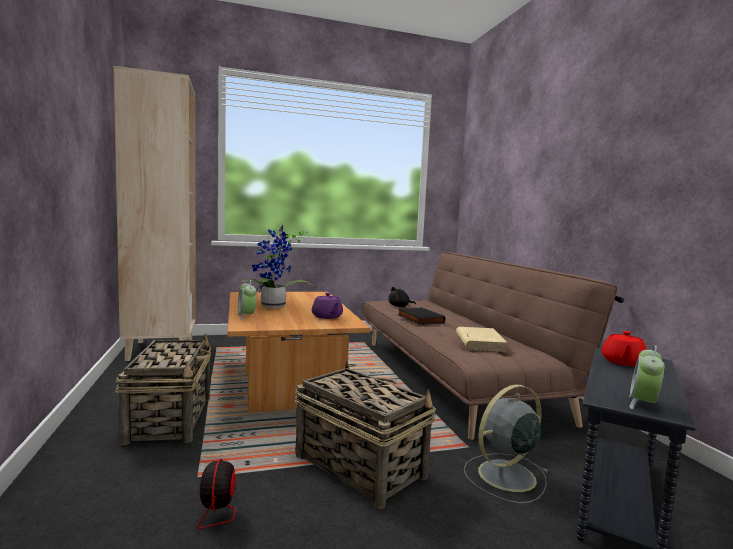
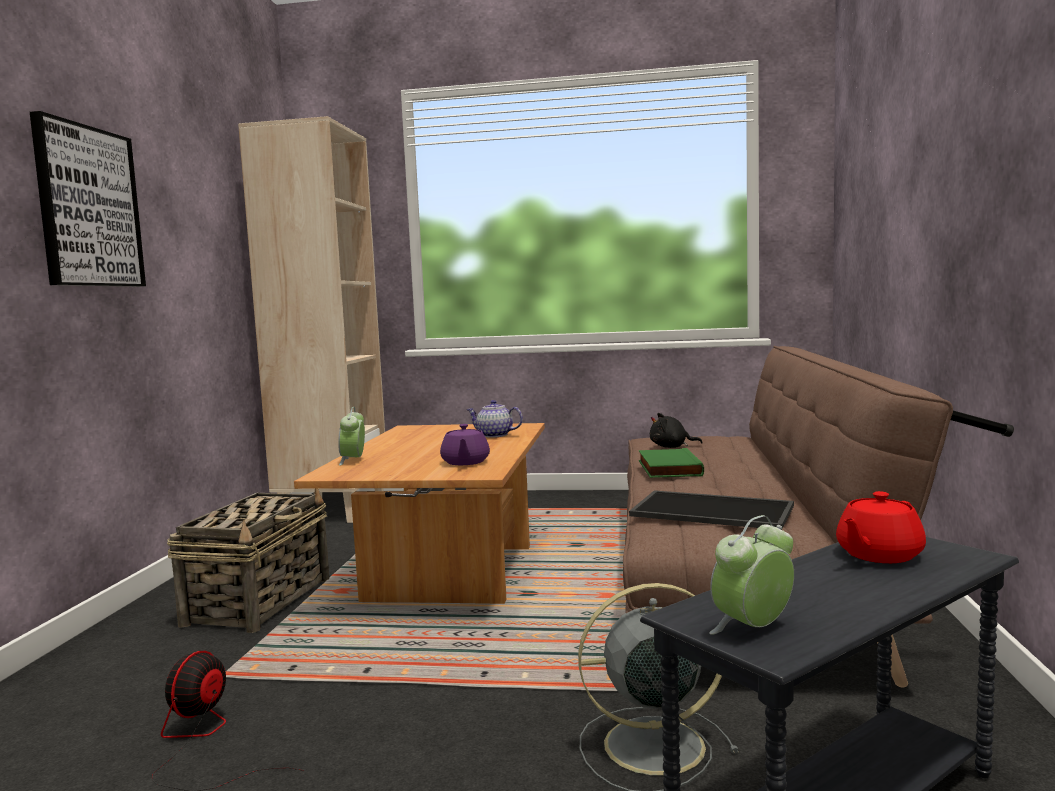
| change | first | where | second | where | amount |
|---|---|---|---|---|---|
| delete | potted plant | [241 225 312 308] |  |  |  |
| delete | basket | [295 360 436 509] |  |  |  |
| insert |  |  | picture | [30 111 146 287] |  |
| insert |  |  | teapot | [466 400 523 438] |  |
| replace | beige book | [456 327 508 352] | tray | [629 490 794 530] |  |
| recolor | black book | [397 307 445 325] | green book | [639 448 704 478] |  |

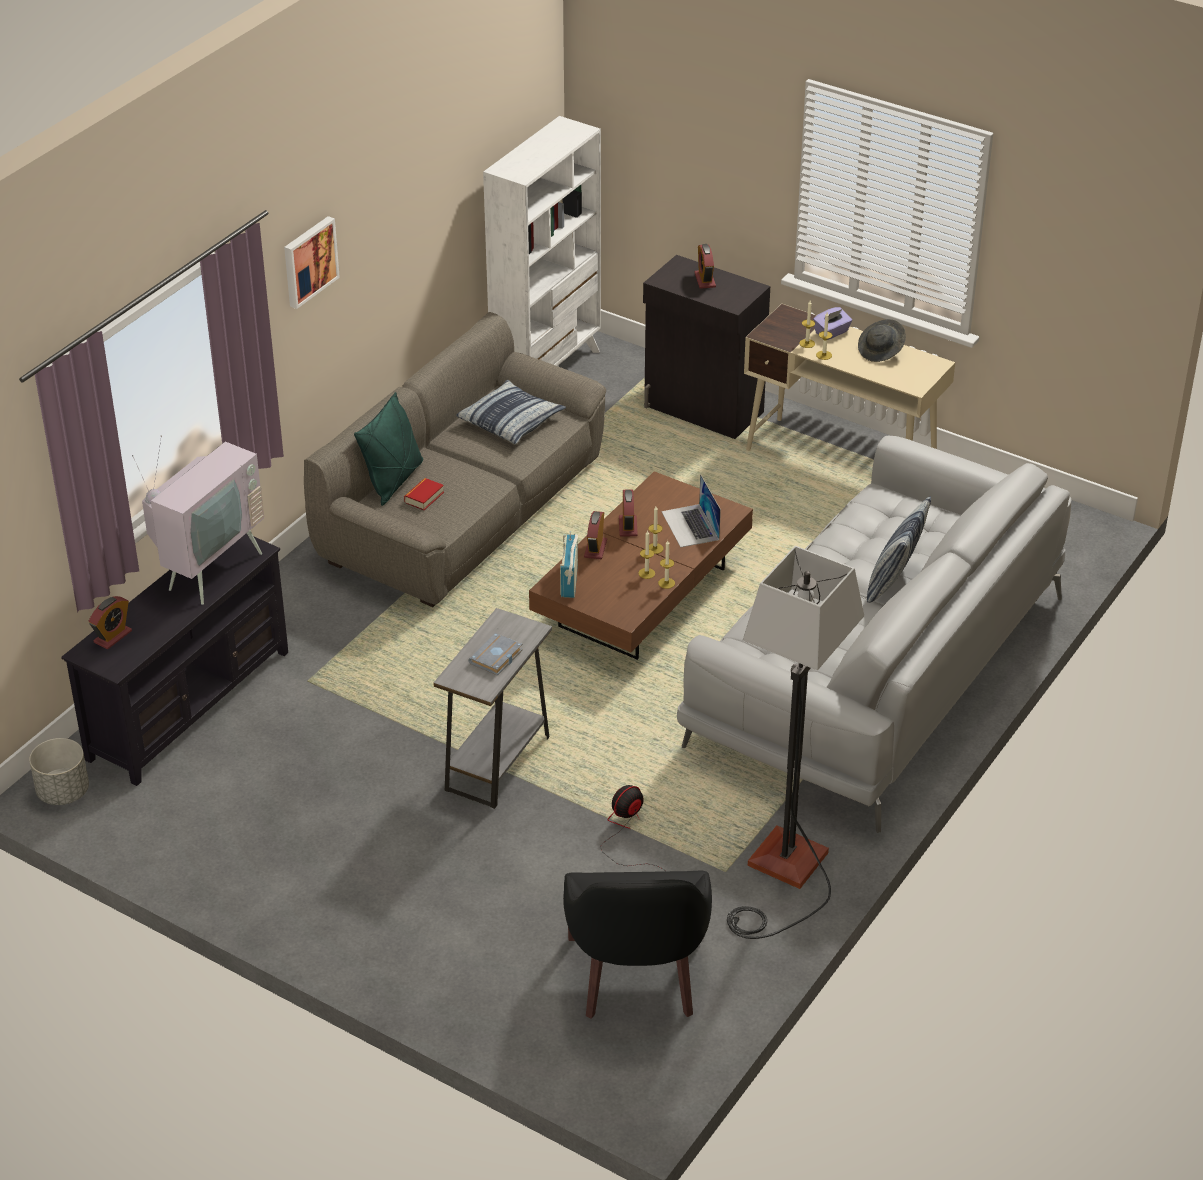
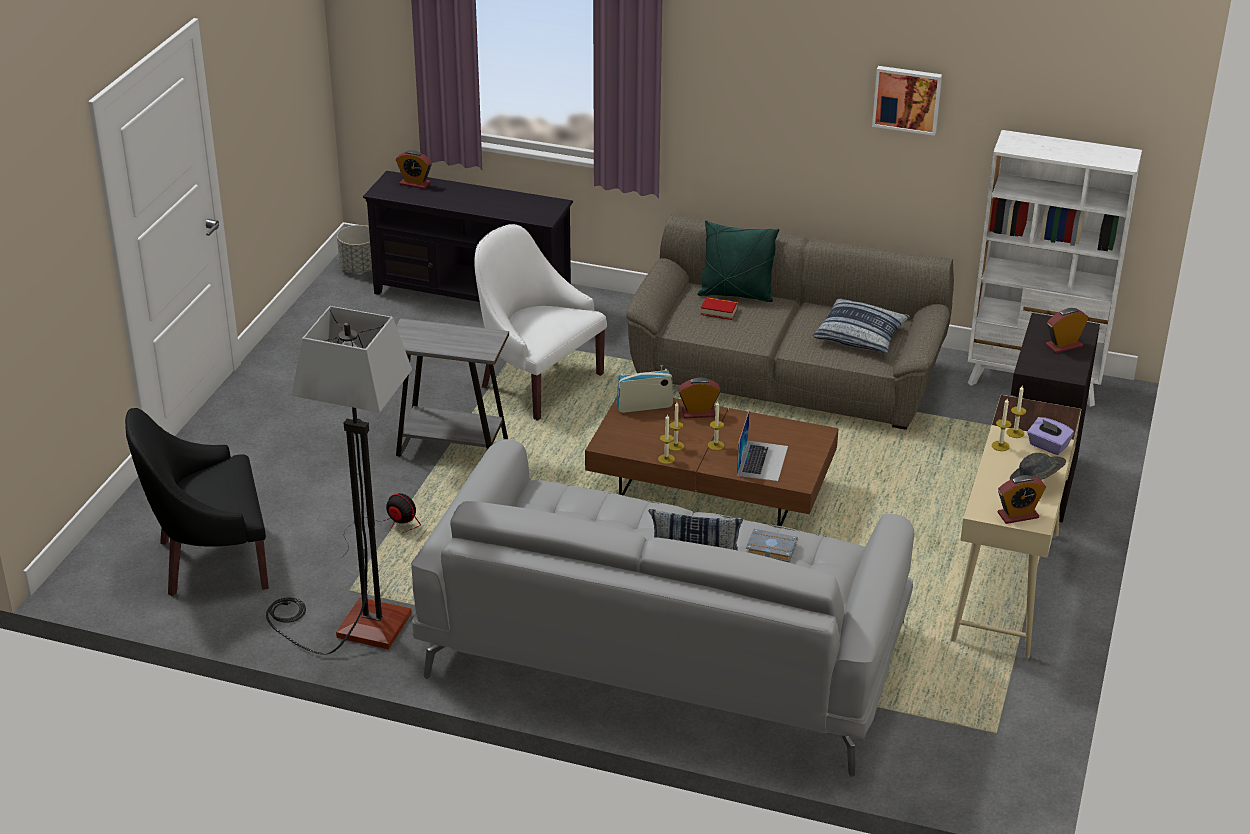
| change | first | where | second | where | amount |
|---|---|---|---|---|---|
| delete | television | [132 435 264 605] |  |  |  |
| insert |  |  | white armchair | [474 224 607 421] |  |
| move | picture | [284 216 340 309] |  | [872 66 942 136] |  |
| move | grey book | [468 633 523 676] |  | [746 529 798 562] |  |
| move | alarm clock | [619 490 638 537] |  | [998 475 1046 524] |  |
| rotate | laptop | [661 474 721 547] |  | [737 409 788 482] | 135 degrees clockwise |

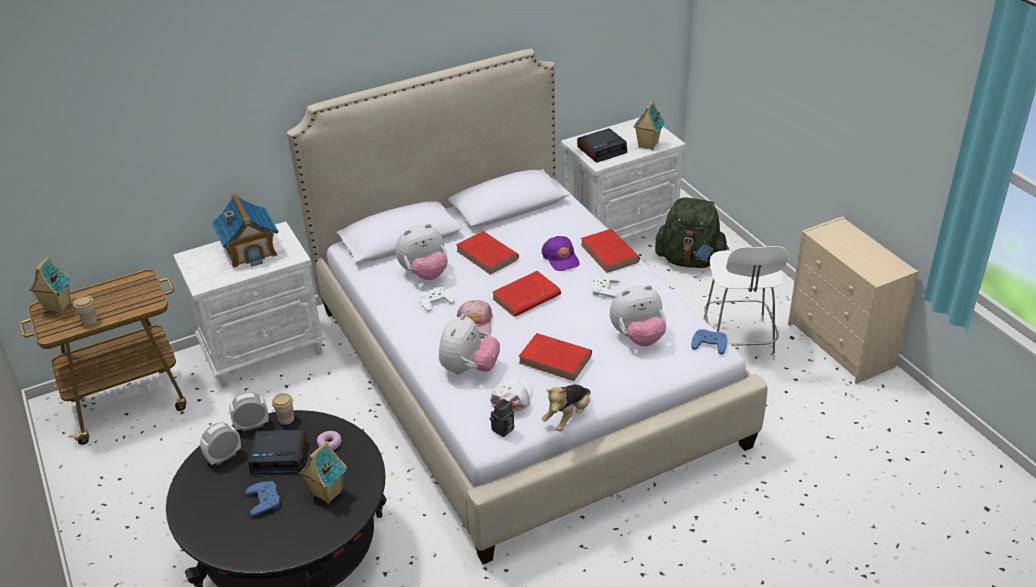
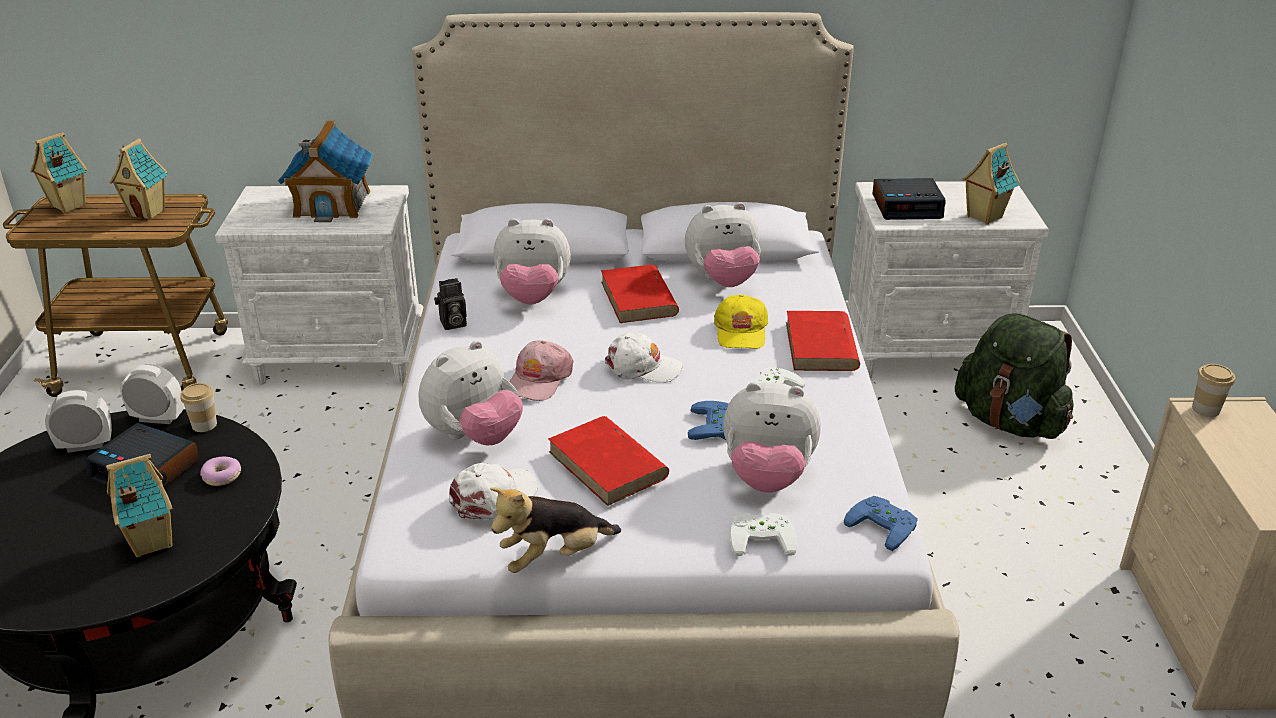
| change | first | where | second | where | amount |
|---|---|---|---|---|---|
| delete | white chair | [704 246 788 360] |  |  |  |
| insert |  |  | toy house | [109 138 168 220] |  |
| insert |  |  | plush toy | [685 202 761 287] |  |
| move | cup | [73 295 97 325] |  | [1192 364 1235 417] |  |
| move | blue game controller | [246 481 280 517] |  | [688 401 729 440] |  |
| move | white game controller | [419 287 455 312] |  | [730 513 797 556] |  |
| move | photo camera | [490 399 514 437] |  | [434 278 467 330] |  |
| replace | red book | [492 271 561 317] | white cap | [605 333 683 383] |  |
| recolor | purple cap | [542 236 580 271] | yellow cap | [714 294 768 349] |  |

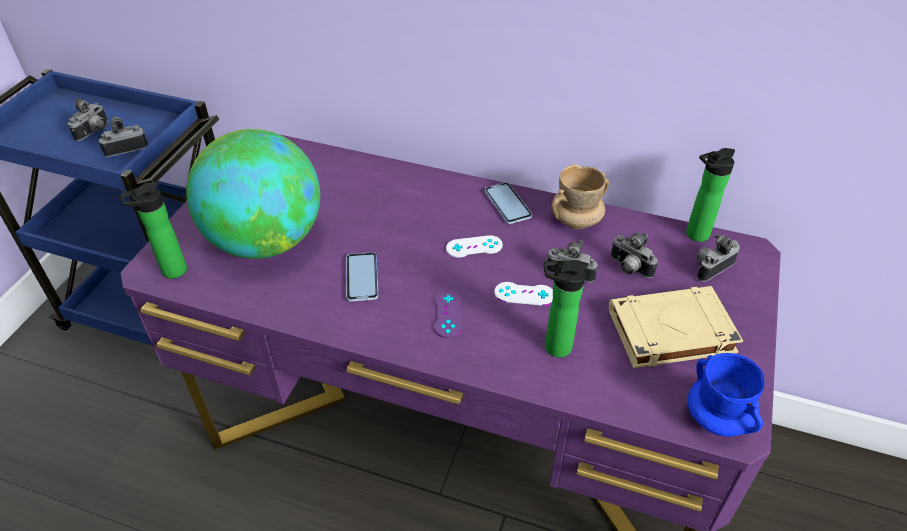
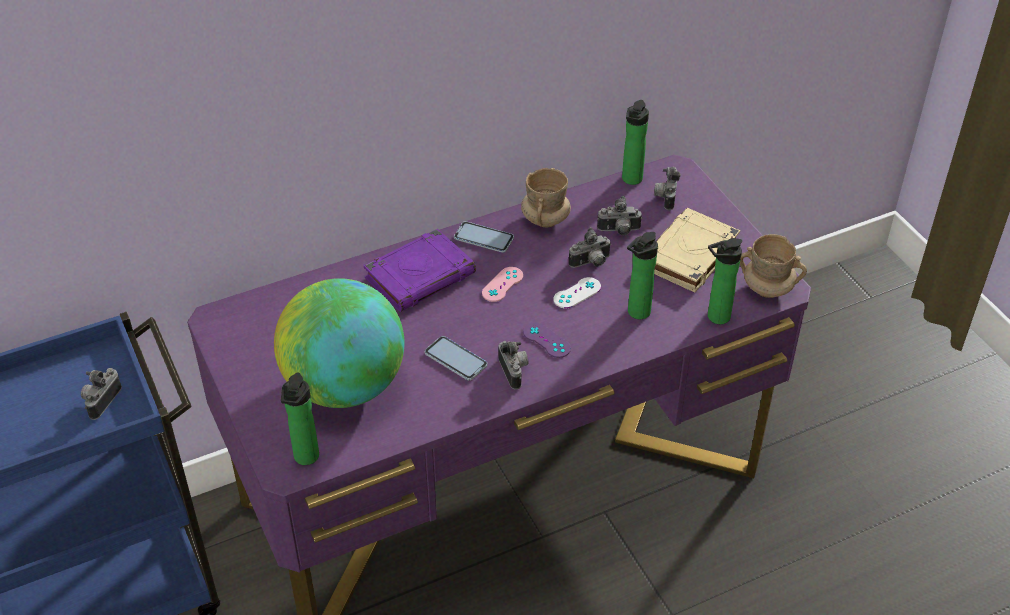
| change | first | where | second | where | amount |
|---|---|---|---|---|---|
| insert |  |  | purple book | [364 229 476 312] |  |
| insert |  |  | bottle | [708 238 742 324] |  |
| move | photo camera | [68 98 108 141] |  | [498 341 528 390] |  |
| recolor | white game controller | [446 235 503 258] | pink game controller | [482 267 523 302] |  |
| recolor | blue mug | [688 353 765 437] | beige mug | [740 234 807 298] |  |

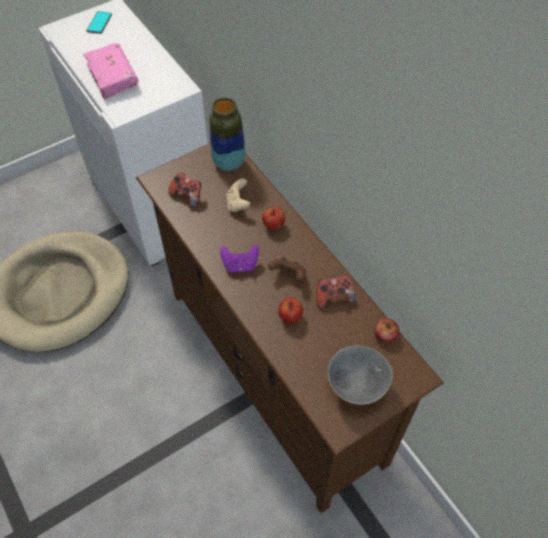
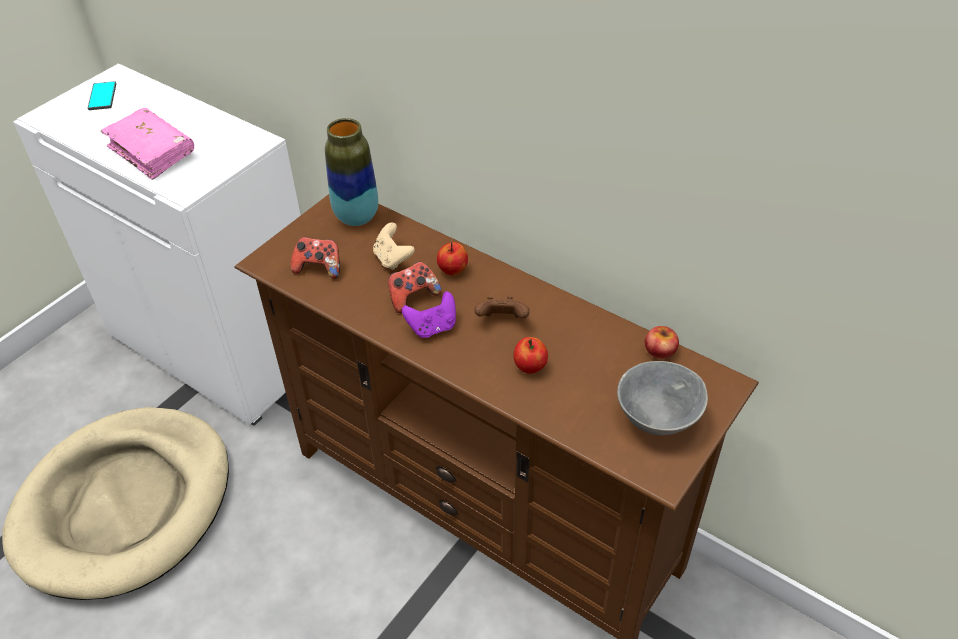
| change | first | where | second | where | amount |
|---|---|---|---|---|---|
| move | game controller | [316 275 356 308] |  | [388 262 442 313] |  |

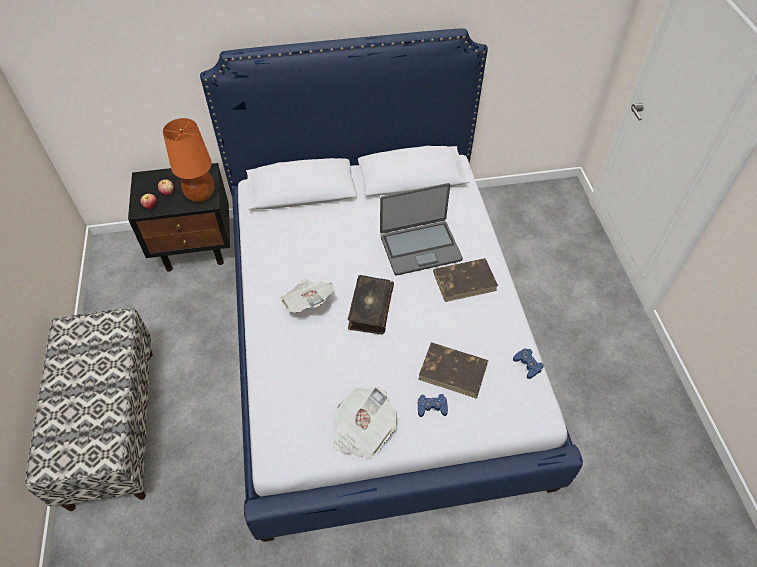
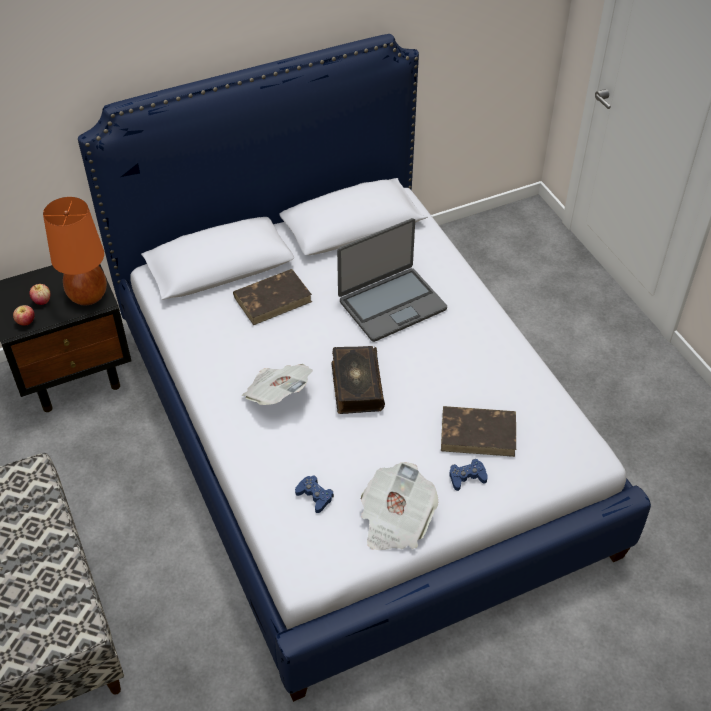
| change | first | where | second | where | amount |
|---|---|---|---|---|---|
| move | brown book | [433 258 498 302] |  | [233 269 312 325] |  |
| move | blue game controller | [513 349 544 379] |  | [295 475 334 513] |  |

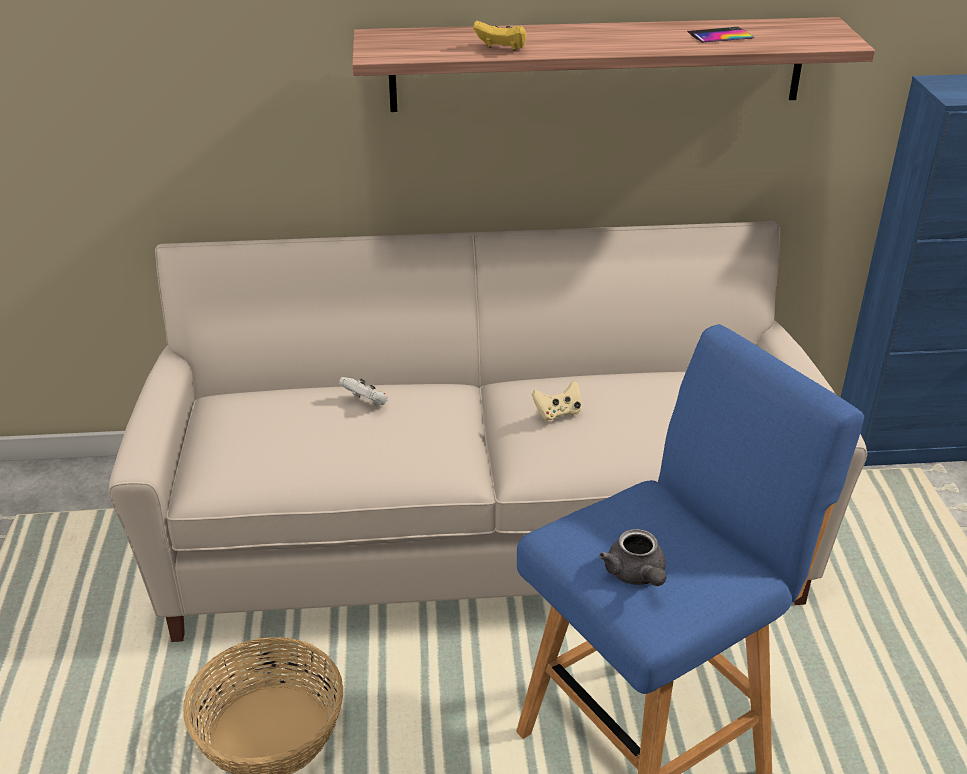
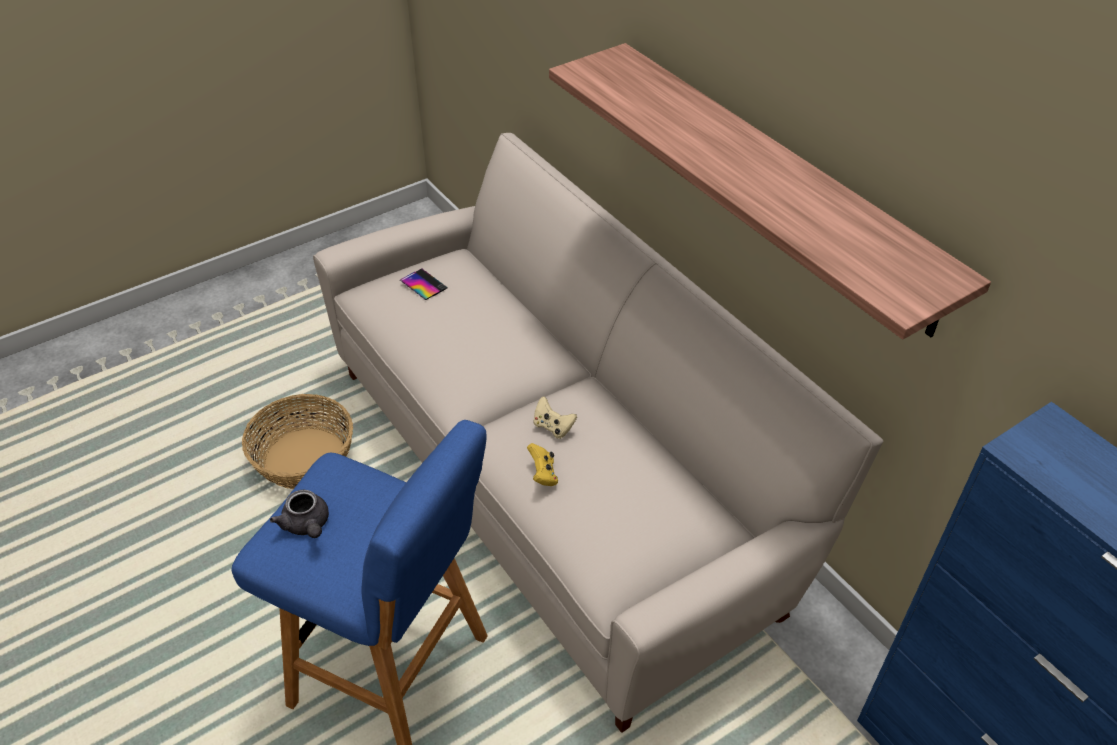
| change | first | where | second | where | amount |
|---|---|---|---|---|---|
| delete | white game controller | [339 377 388 407] |  |  |  |
| move | yellow game controller | [473 20 526 50] |  | [527 443 558 486] |  |
| move | phone | [687 27 754 42] |  | [400 268 448 300] |  |
| rotate | grey teapot | [599 529 667 586] |  | [270 490 329 538] | 75 degrees counterclockwise |

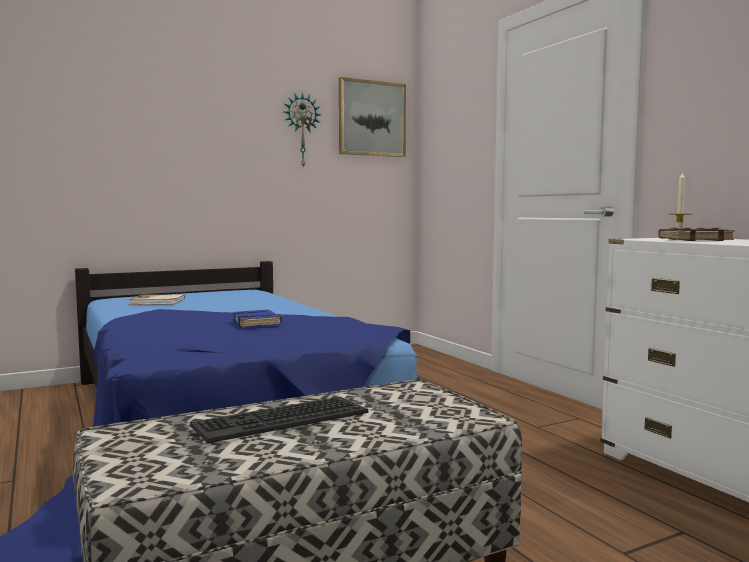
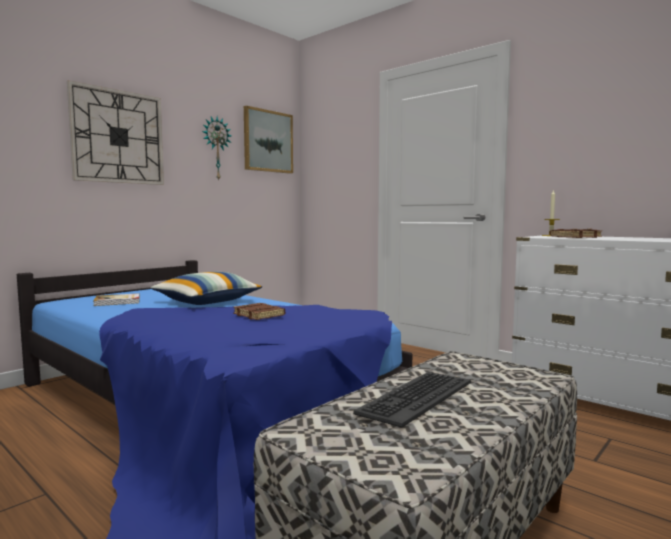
| change | first | where | second | where | amount |
|---|---|---|---|---|---|
| insert |  |  | wall clock | [67 80 164 185] |  |
| insert |  |  | pillow | [150 272 262 305] |  |
| recolor | blue book | [232 310 282 327] | brown book | [233 303 285 320] |  |

